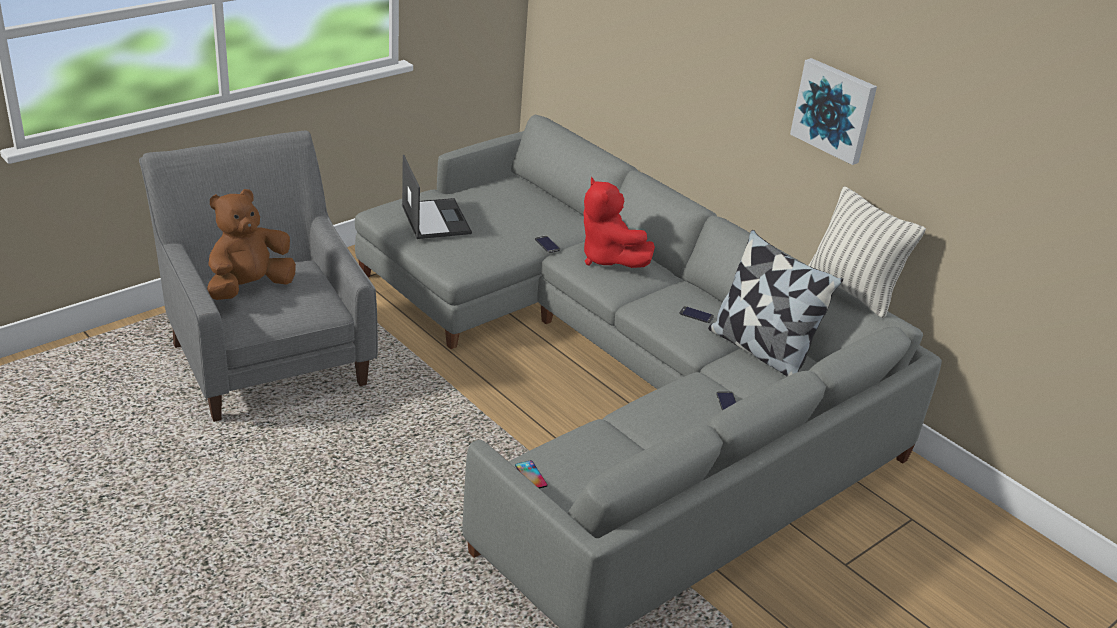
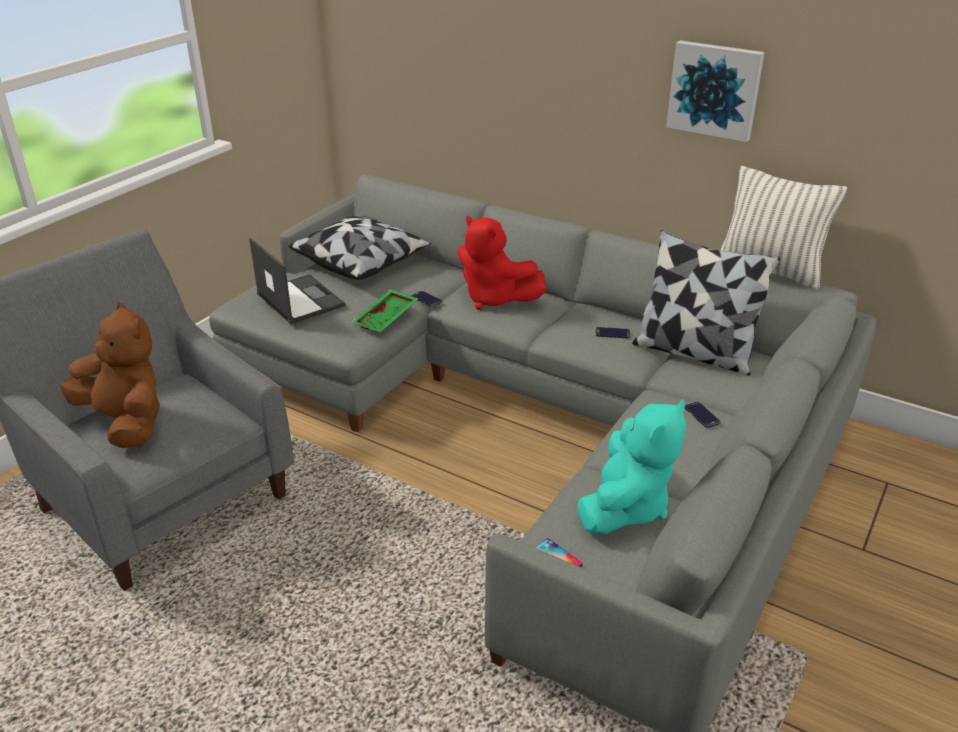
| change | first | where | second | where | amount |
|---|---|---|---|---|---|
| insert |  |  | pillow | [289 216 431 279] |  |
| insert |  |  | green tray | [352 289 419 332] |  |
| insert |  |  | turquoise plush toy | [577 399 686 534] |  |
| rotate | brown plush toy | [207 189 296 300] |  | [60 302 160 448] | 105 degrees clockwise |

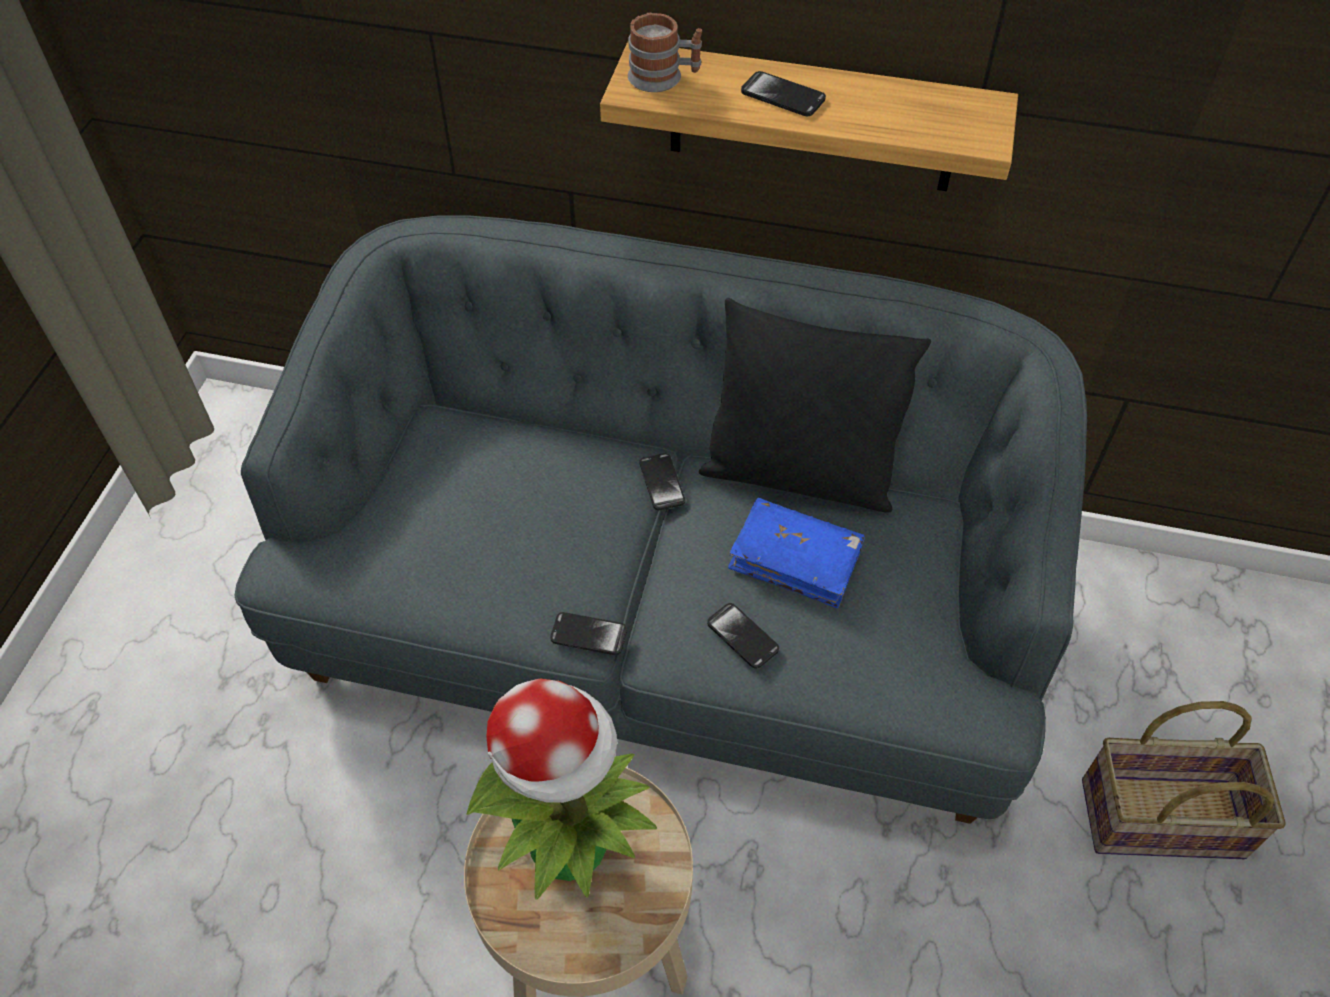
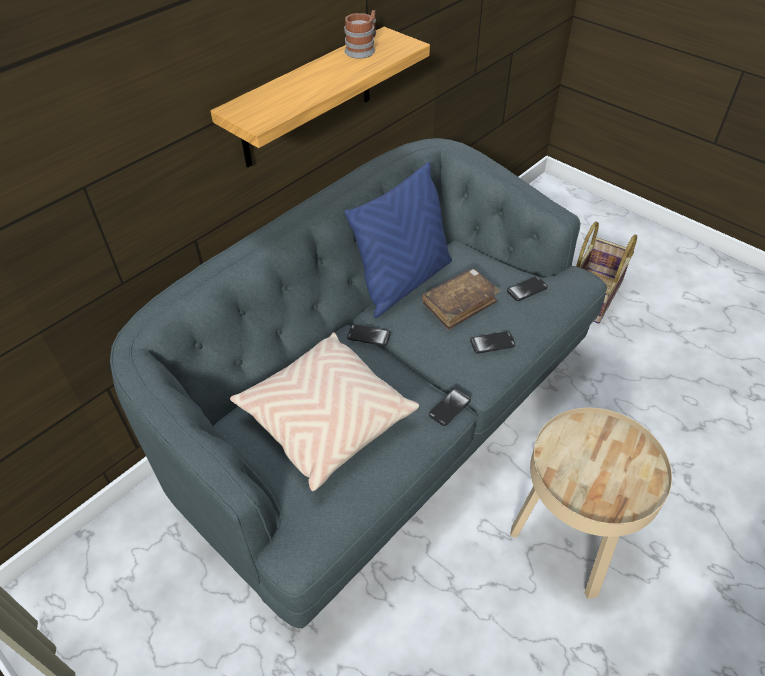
| change | first | where | second | where | amount |
|---|---|---|---|---|---|
| delete | potted plant | [466 678 658 900] |  |  |  |
| insert |  |  | beige pillow | [230 332 419 491] |  |
| move | mug | [628 12 702 92] |  | [344 10 376 59] |  |
| move | phone | [741 71 826 116] |  | [507 276 548 301] |  |
| recolor | black pillow | [699 298 931 513] | blue pillow | [345 161 452 318] |  |
| recolor | blue book | [728 498 865 608] | brown book | [422 268 500 330] |  |

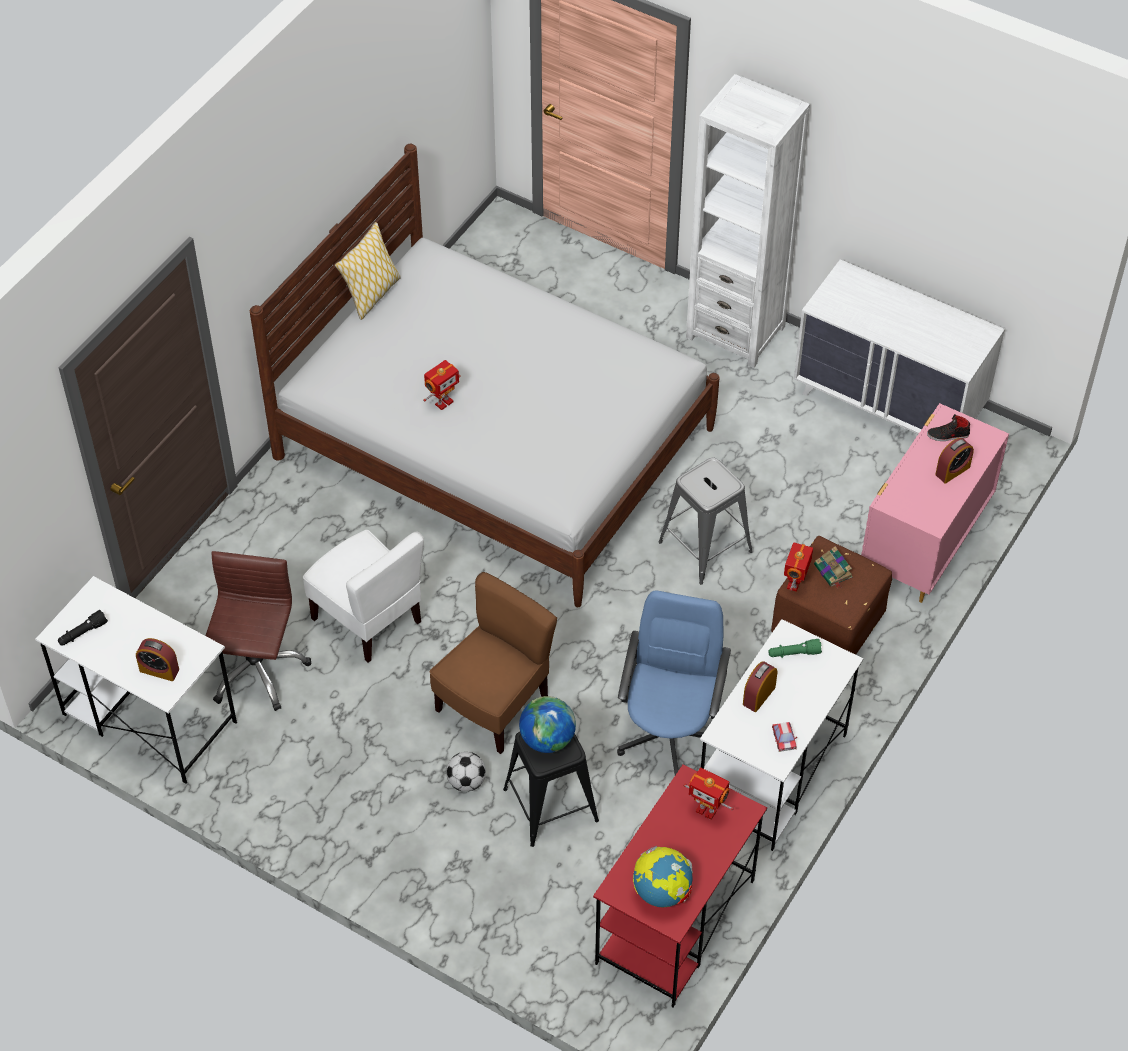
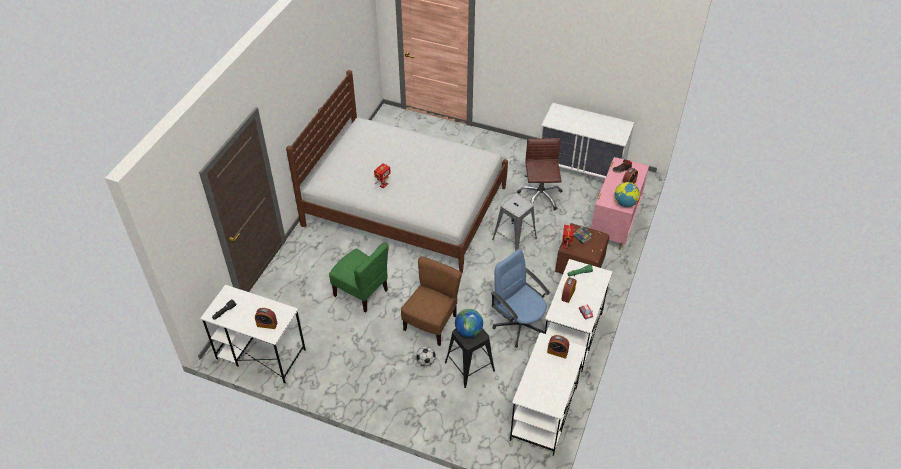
| change | first | where | second | where | amount |
|---|---|---|---|---|---|
| delete | pillow | [335 222 401 320] |  |  |  |
| delete | white bookcase | [686 74 810 368] |  |  |  |
| move | brown office chair | [206 551 311 711] |  | [517 138 562 210] |  |
| move | globe | [633 846 693 907] |  | [614 182 640 207] |  |
| replace | toy robot | [683 768 734 820] | alarm clock | [547 335 569 359] |  |
| recolor | white chair | [303 530 424 663] | green chair | [329 242 388 313] |  |
| recolor | red desk | [593 764 767 1007] | white desk | [510 332 586 456] |  |
| rotate | blue office chair | [617 590 731 775] |  | [491 249 550 348] | 45 degrees counterclockwise |

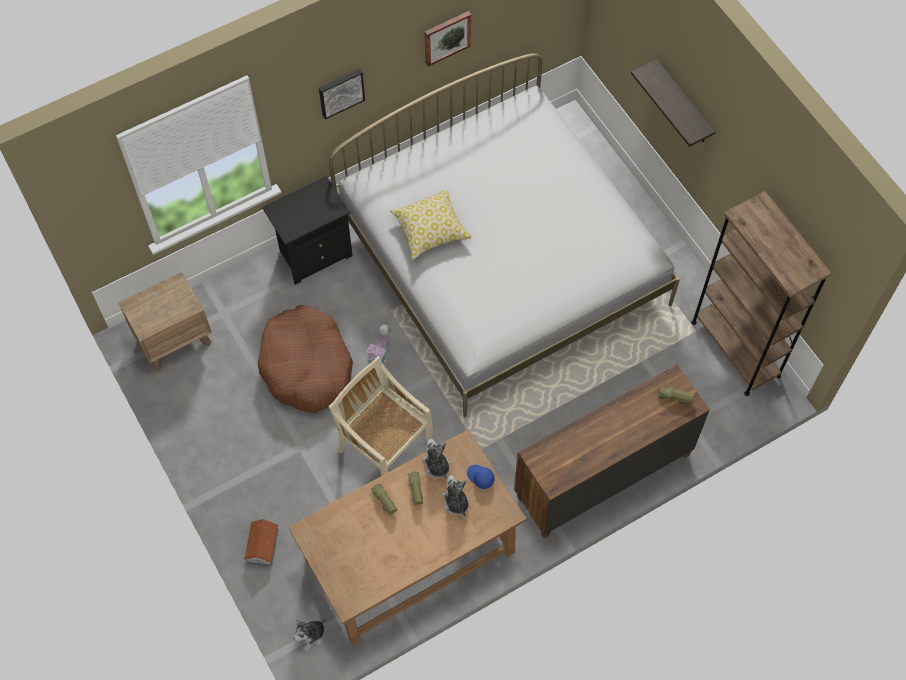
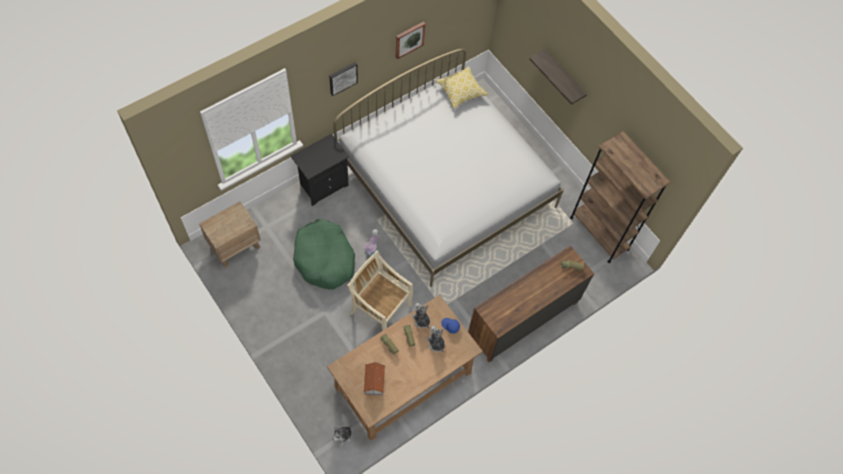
| change | first | where | second | where | amount |
|---|---|---|---|---|---|
| move | toy house | [244 519 279 566] |  | [364 362 385 395] |  |
| move | pillow | [389 189 472 260] |  | [435 67 488 109] |  |
| recolor | brown dog bed | [258 305 353 413] | green dog bed | [293 219 355 289] |  |

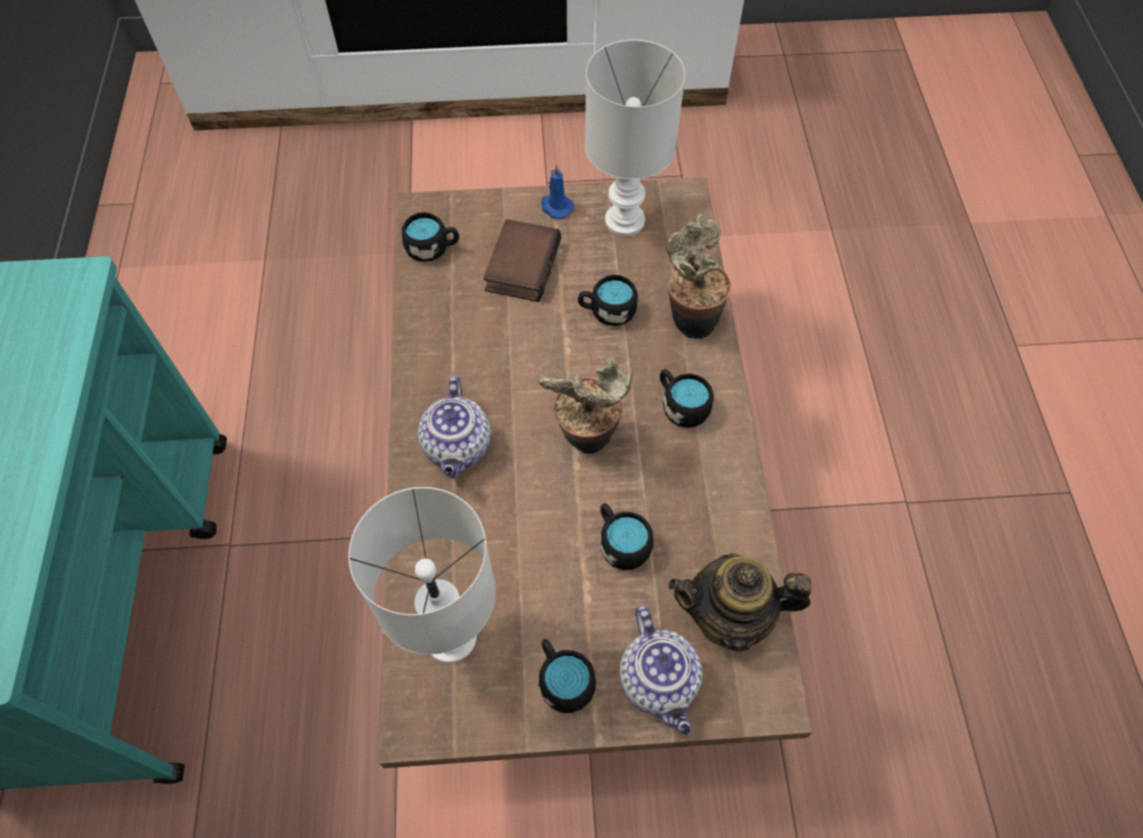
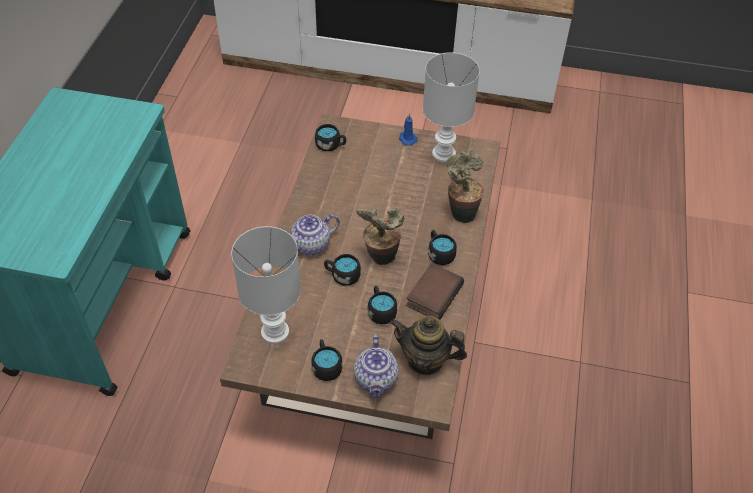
| change | first | where | second | where | amount |
|---|---|---|---|---|---|
| move | book | [483 219 561 302] |  | [406 263 464 320] |  |
| move | black mug | [578 275 638 326] |  | [324 254 361 286] |  |
| rotate | teapot | [418 376 491 478] |  | [291 214 340 255] | 45 degrees clockwise |

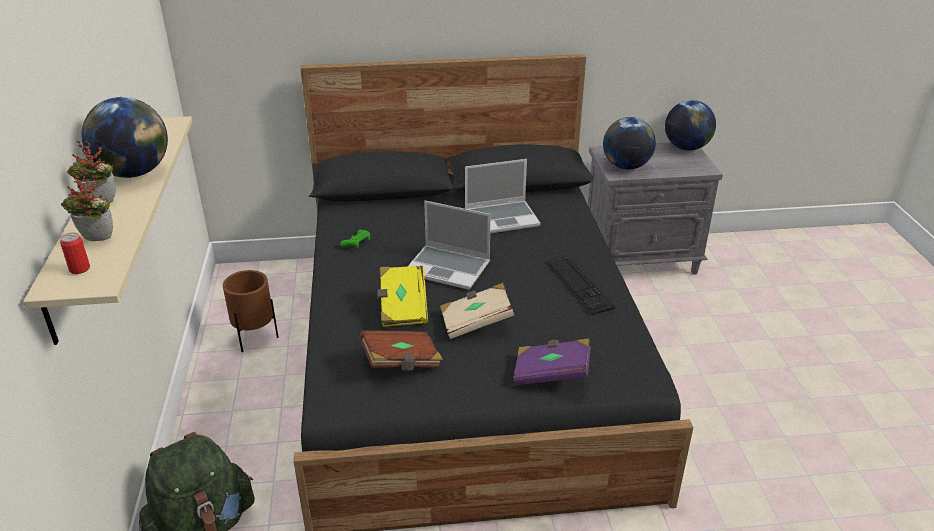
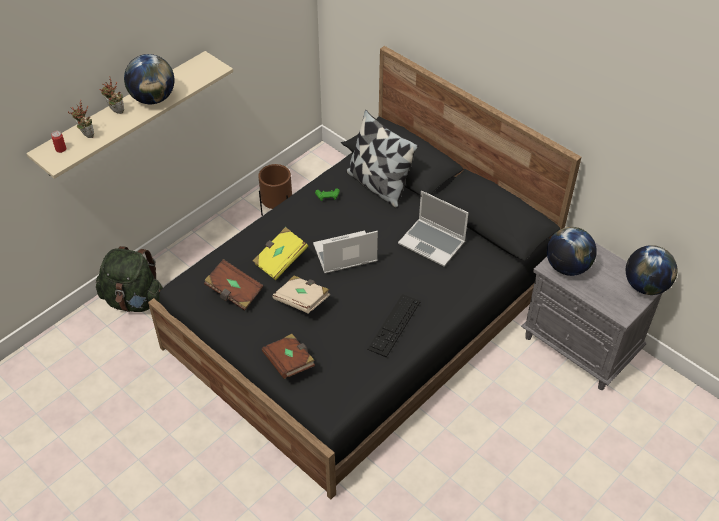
| change | first | where | second | where | amount |
|---|---|---|---|---|---|
| insert |  |  | pillow | [346 110 419 208] |  |
| recolor | purple book | [513 338 591 385] | brown book | [262 334 315 379] |  |
| rotate | laptop | [408 201 491 290] |  | [313 231 378 273] | 90 degrees clockwise |

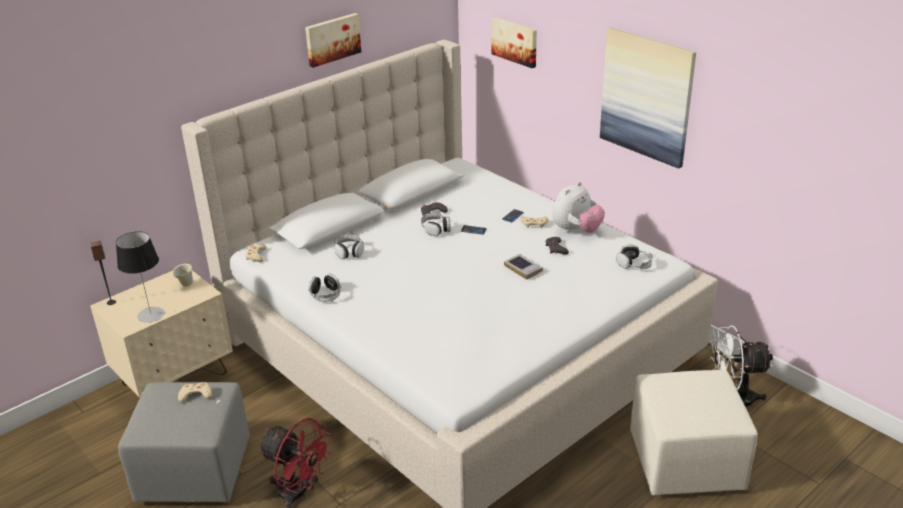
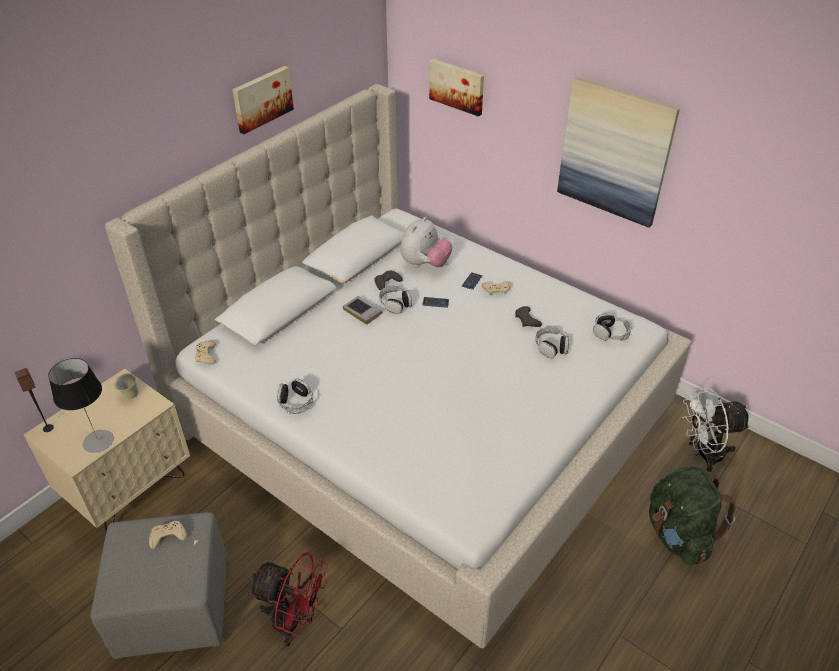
| change | first | where | second | where | amount |
|---|---|---|---|---|---|
| move | headphones | [334 235 364 260] |  | [535 327 569 358] |  |
| move | book | [504 254 543 280] |  | [343 296 382 325] |  |
| move | plush toy | [552 182 605 233] |  | [400 216 452 267] |  |
| replace | beige ottoman | [630 370 758 495] | green backpack | [649 466 736 566] |  |

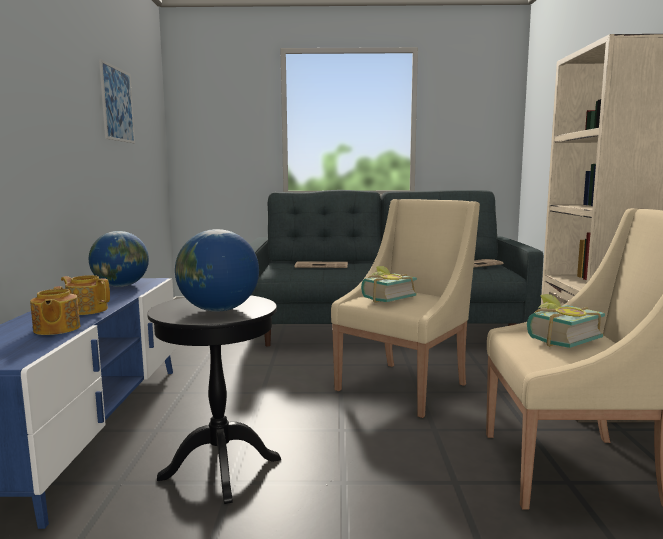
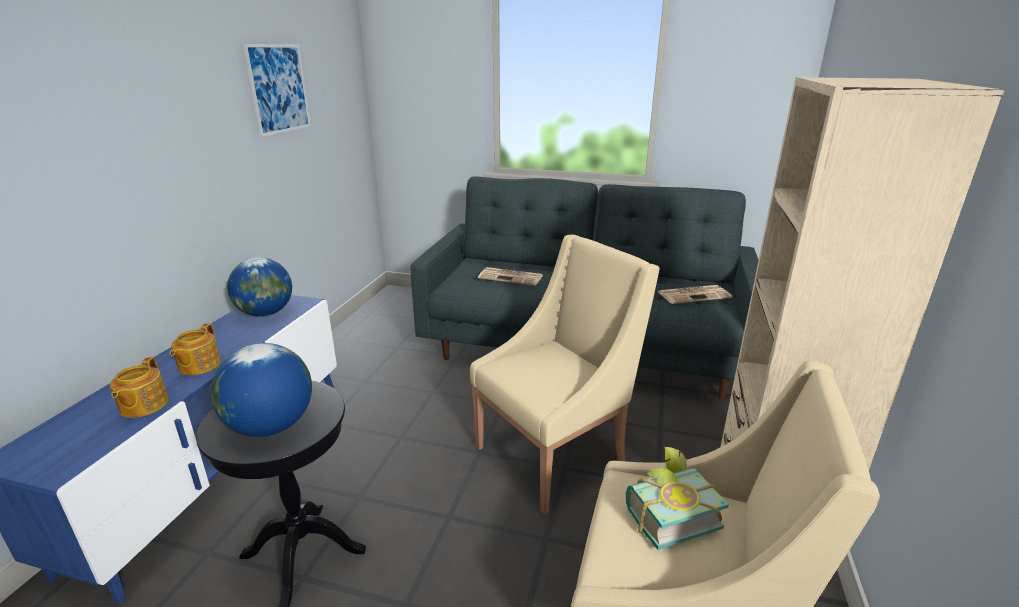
| change | first | where | second | where | amount |
|---|---|---|---|---|---|
| delete | book | [361 266 417 303] |  |  |  |
| rotate | teapot | [61 275 110 315] |  | [170 323 221 375] | 120 degrees counterclockwise |

